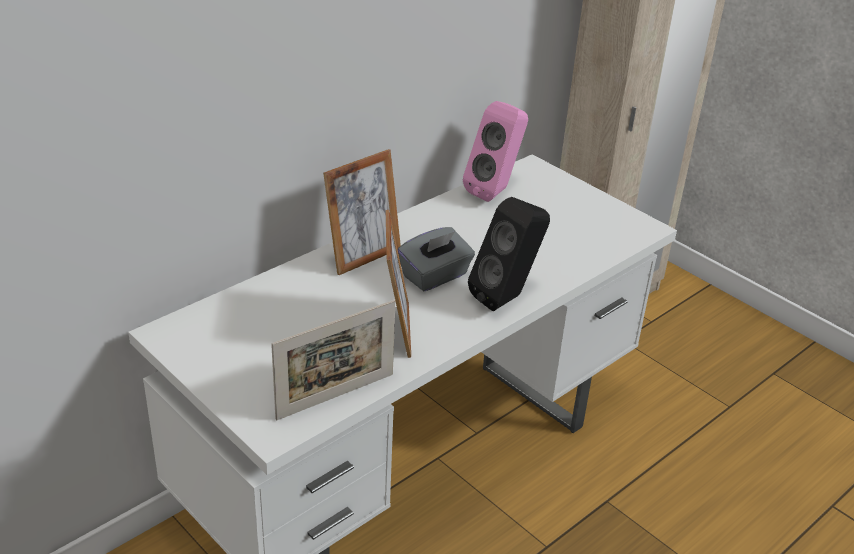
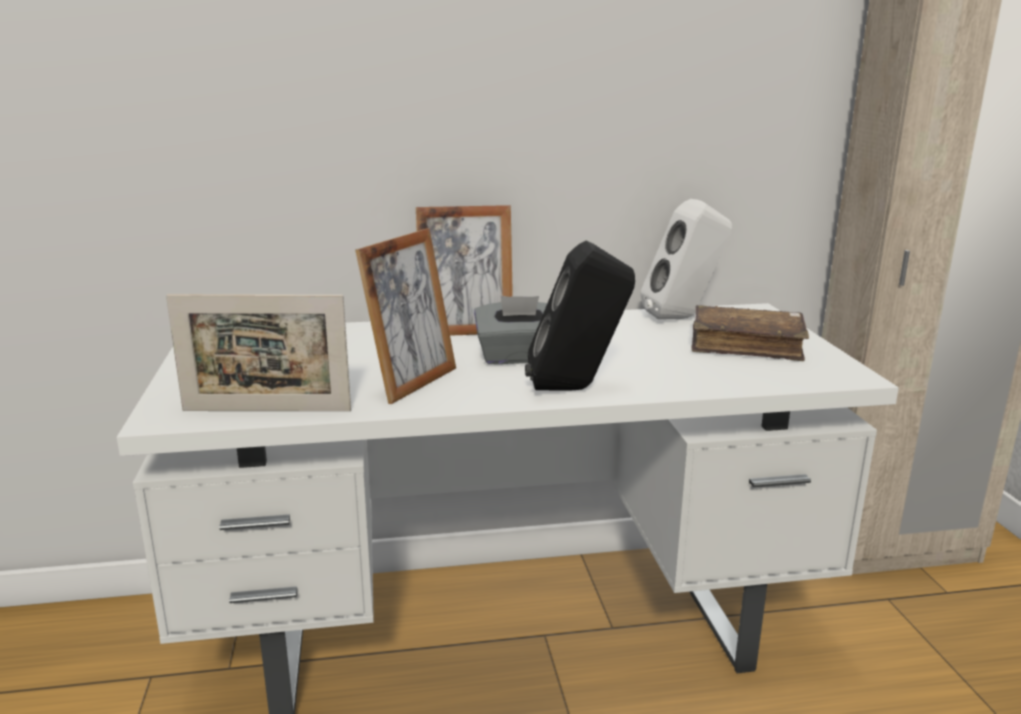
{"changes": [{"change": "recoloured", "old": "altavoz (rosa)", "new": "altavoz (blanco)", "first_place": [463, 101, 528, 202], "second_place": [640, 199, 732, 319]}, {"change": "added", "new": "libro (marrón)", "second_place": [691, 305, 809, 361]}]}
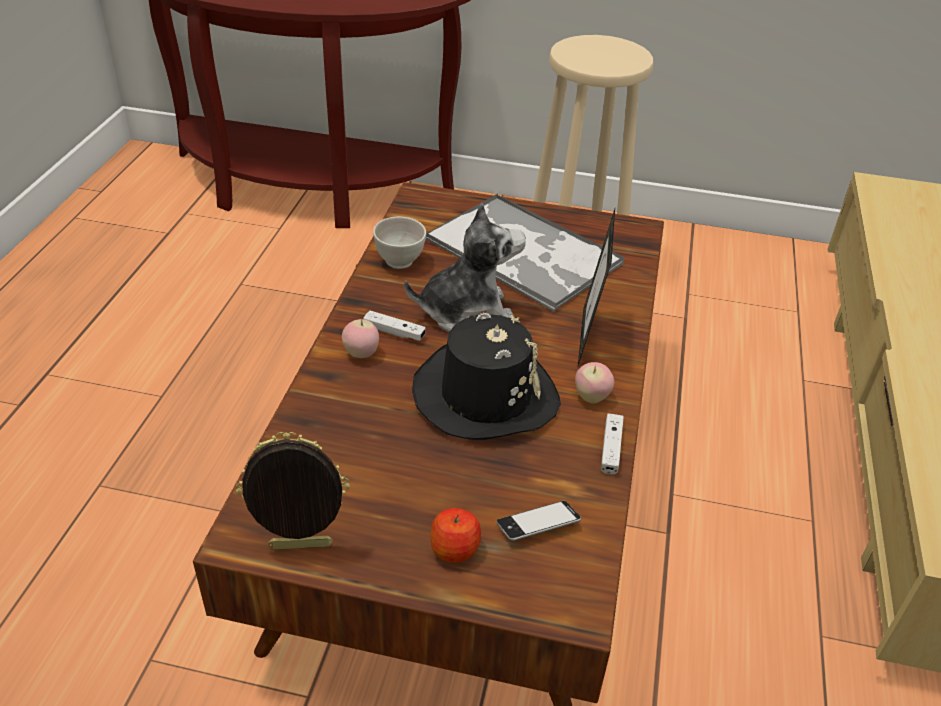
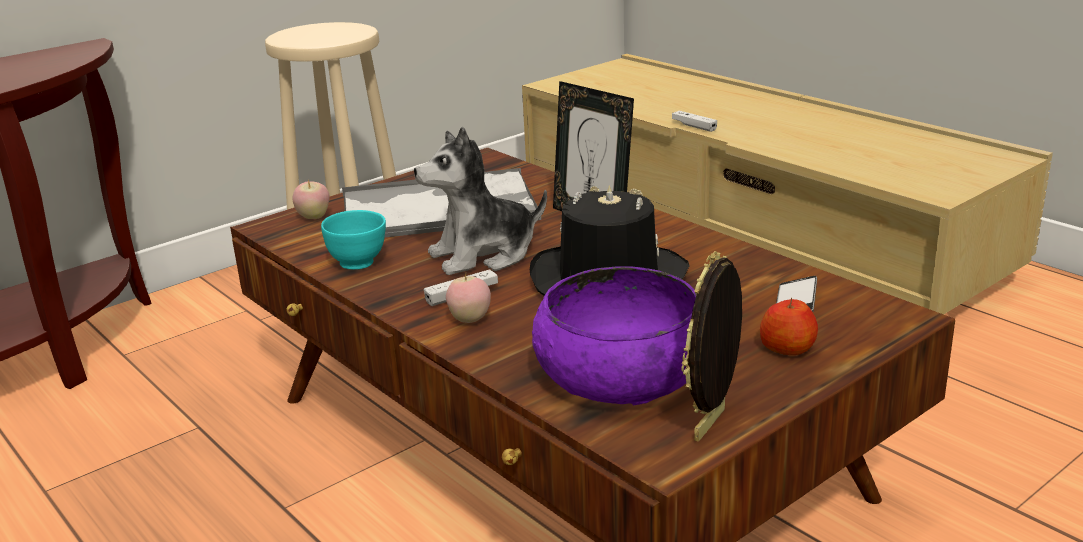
{"changes": [{"change": "turned", "old": "peluche", "first_place": [404, 203, 526, 332], "second_place": [414, 127, 547, 275], "degrees": -135}, {"change": "recoloured", "old": "cuenco (blanco)", "new": "cuenco (turquesa)", "first_place": [373, 217, 426, 269], "second_place": [321, 210, 386, 269]}, {"change": "moved", "old": "manzana", "first_place": [575, 362, 614, 403], "second_place": [292, 180, 330, 219]}, {"change": "moved", "old": "mando de consola (blanco)", "first_place": [601, 413, 624, 474], "second_place": [672, 111, 717, 132]}, {"change": "added", "new": "cuenco (morado)", "second_place": [532, 266, 697, 405]}]}
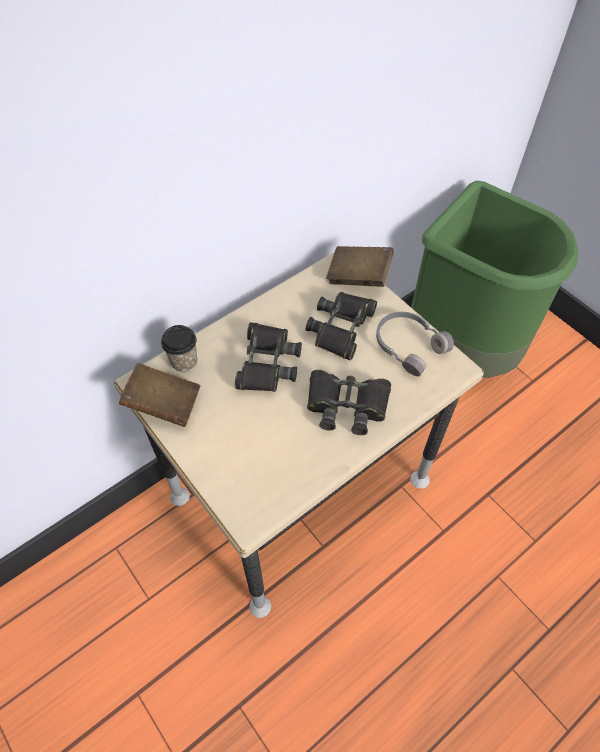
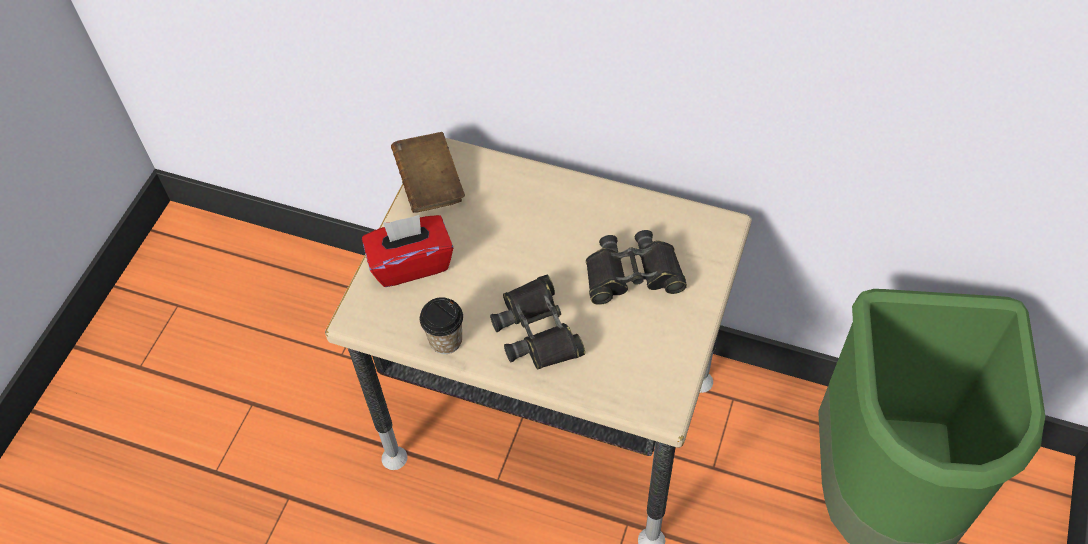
{"changes": [{"change": "removed", "old": "libro (marrón)", "first_place": [326, 246, 394, 287]}, {"change": "removed", "old": "auriculares (gris)", "first_place": [376, 312, 454, 376]}, {"change": "removed", "old": "prismáticos (negro)", "first_place": [235, 322, 302, 392]}, {"change": "moved", "old": "taza", "first_place": [161, 325, 197, 372], "second_place": [420, 297, 463, 354]}, {"change": "added", "new": "caja de pañuelos (rojo)", "second_place": [362, 215, 453, 287]}]}
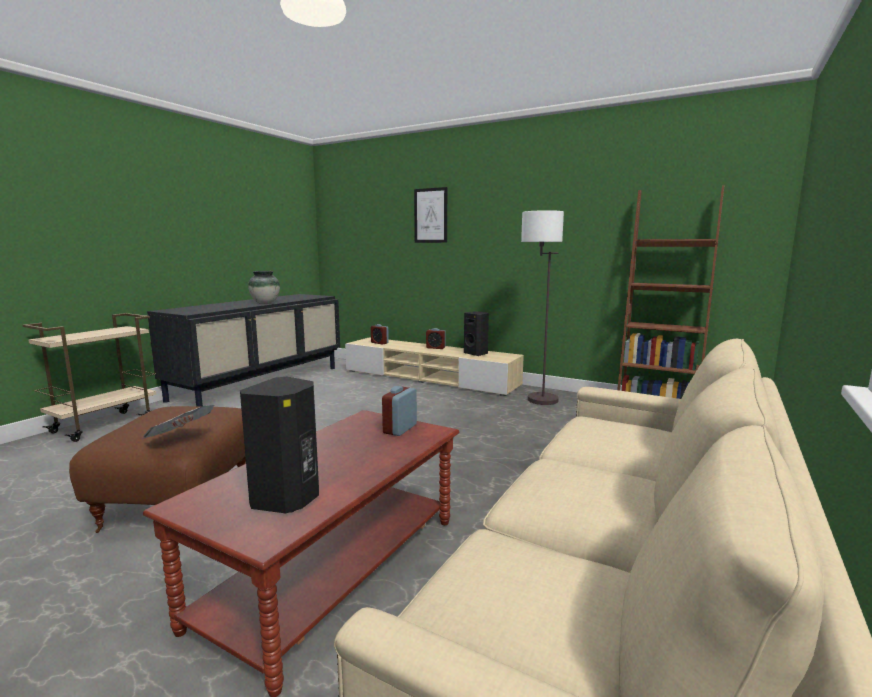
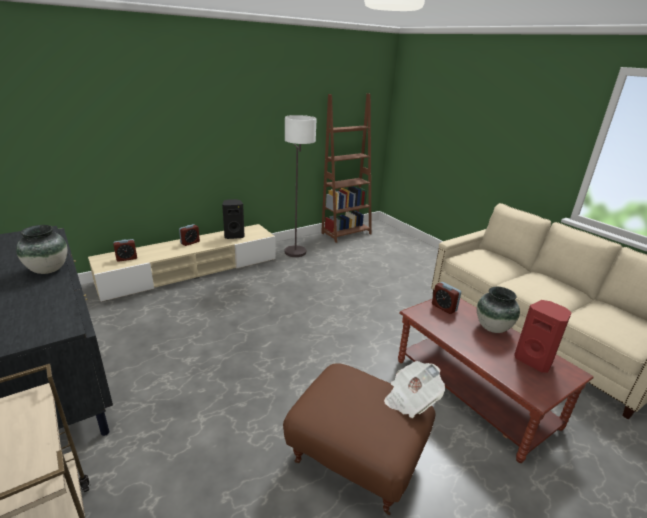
{"changes": [{"change": "removed", "old": "cuadro", "first_place": [414, 187, 447, 243]}, {"change": "recoloured", "old": "altavoz (negro)", "new": "altavoz (rojo)", "first_place": [240, 377, 319, 514], "second_place": [514, 300, 572, 373]}, {"change": "added", "new": "florero", "second_place": [477, 287, 520, 333]}]}
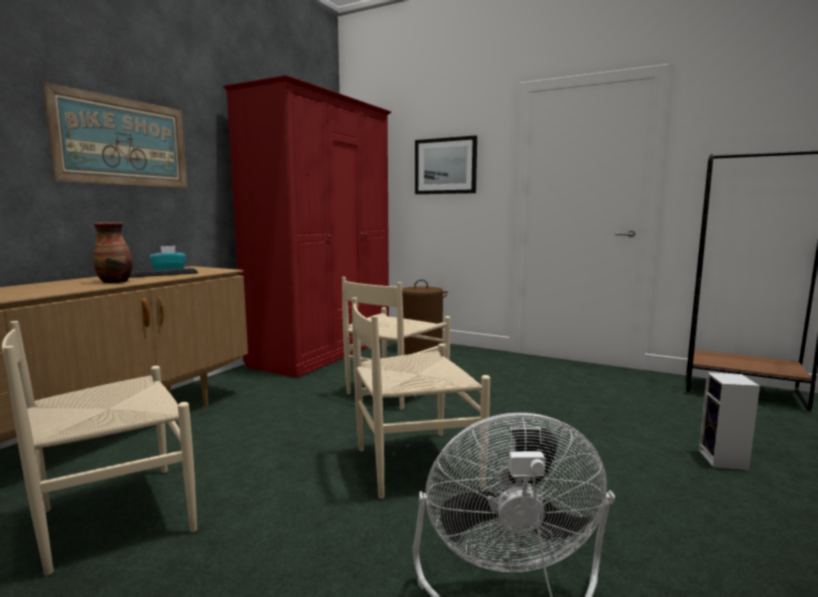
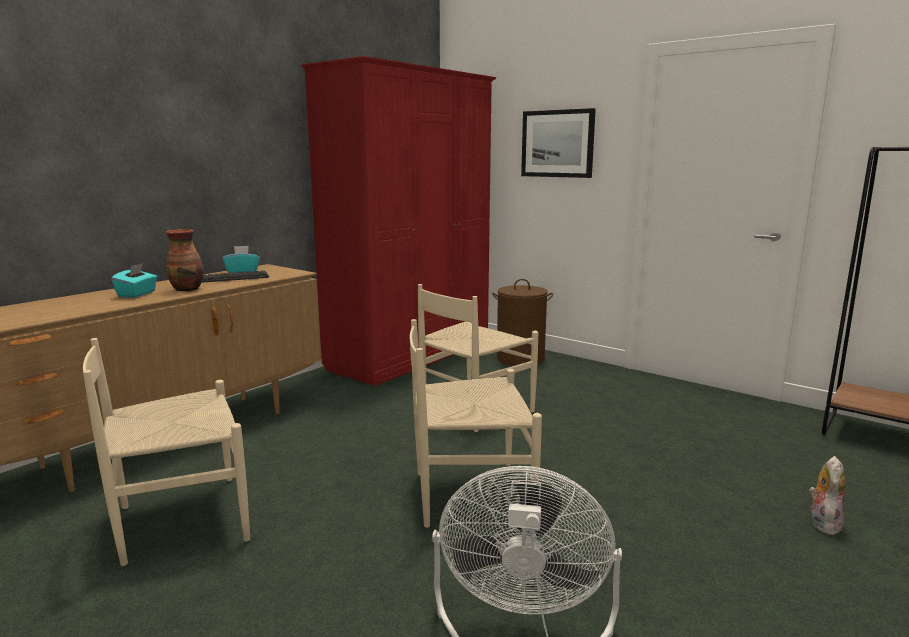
{"changes": [{"change": "removed", "old": "cuadro", "first_place": [42, 82, 187, 188]}, {"change": "replaced", "old": "altavoz", "new": "peluche", "first_place": [699, 372, 760, 470], "second_place": [809, 456, 845, 535]}, {"change": "added", "new": "caja de pañuelos (turquesa)", "second_place": [111, 263, 157, 298]}]}
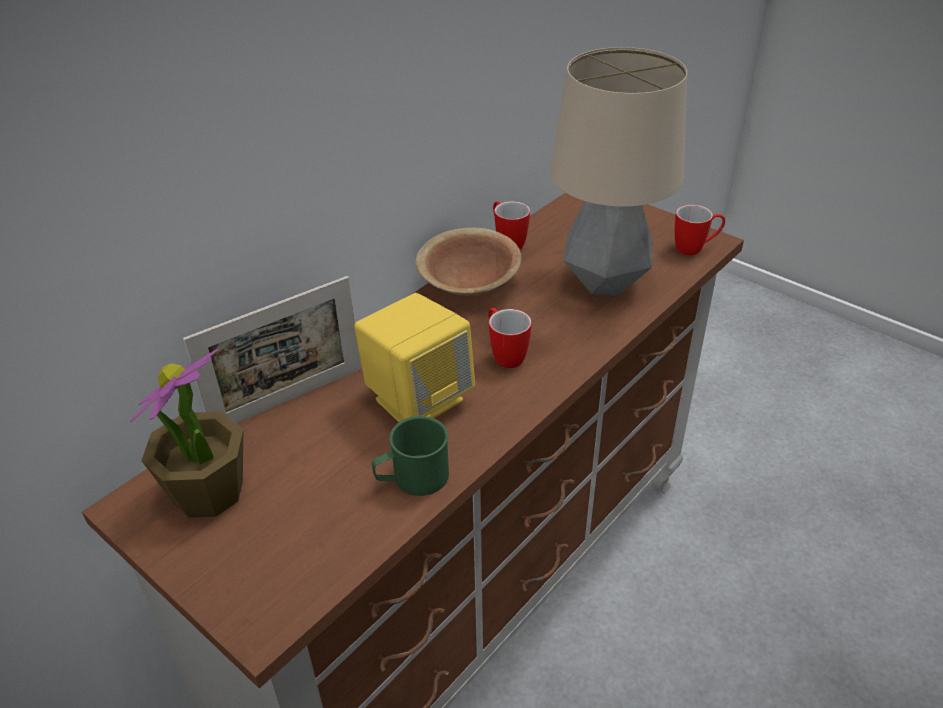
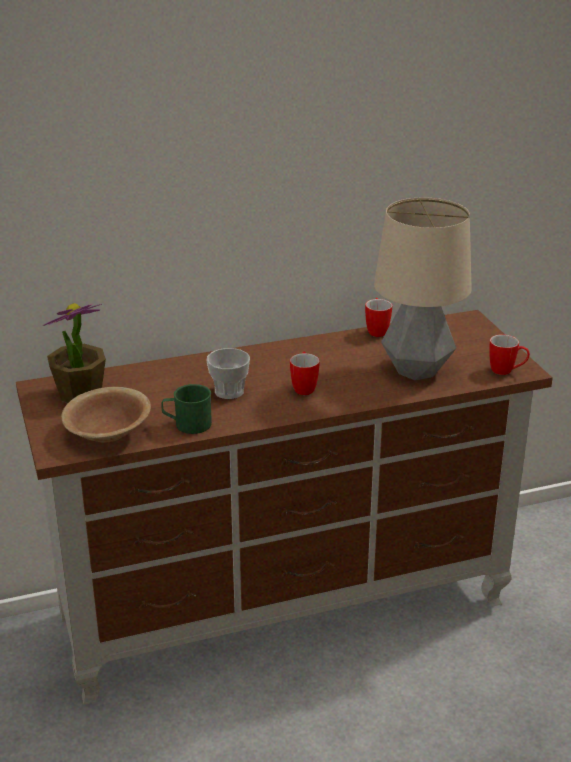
{"changes": [{"change": "moved", "old": "cuenco (marrón)", "first_place": [416, 227, 522, 296], "second_place": [61, 387, 151, 443]}, {"change": "removed", "old": "portarretratos", "first_place": [183, 276, 361, 423]}, {"change": "replaced", "old": "altavoz (amarillo)", "new": "taza", "first_place": [354, 293, 475, 422], "second_place": [206, 348, 250, 399]}]}
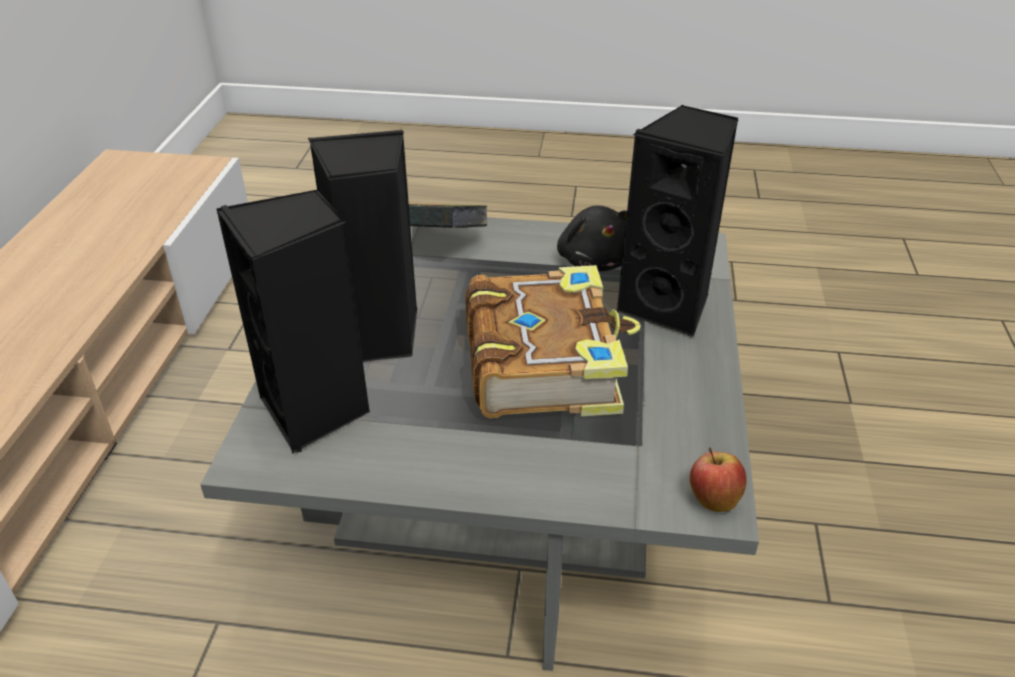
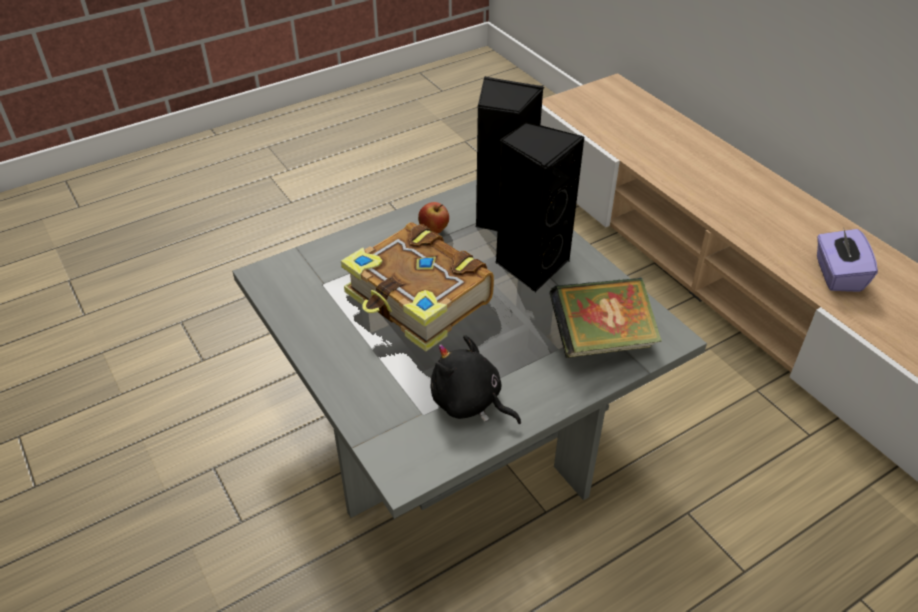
{"changes": [{"change": "removed", "old": "altavoz (negro)", "first_place": [617, 105, 738, 338]}, {"change": "moved", "old": "manzana", "first_place": [690, 447, 747, 512], "second_place": [418, 202, 449, 234]}, {"change": "added", "new": "caja de pañuelos (morado)", "second_place": [817, 229, 878, 292]}]}
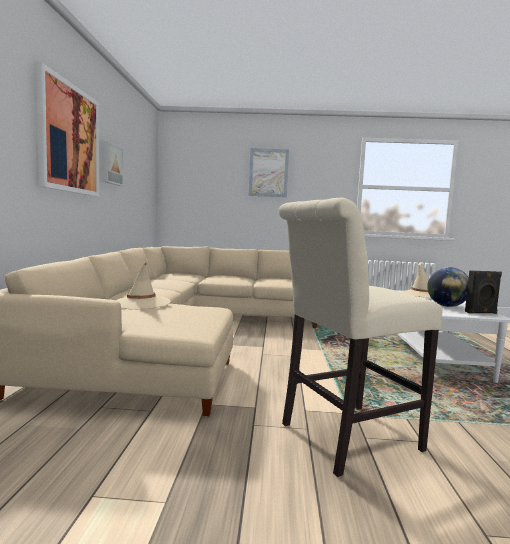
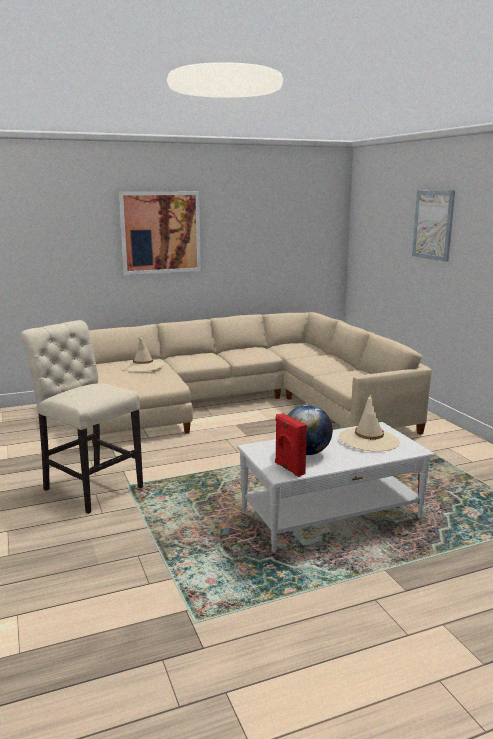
{"changes": [{"change": "removed", "old": "cuadro", "first_place": [103, 141, 124, 186]}, {"change": "recoloured", "old": "altavoz (negro)", "new": "altavoz (rojo)", "first_place": [465, 271, 502, 314], "second_place": [275, 413, 307, 477]}]}
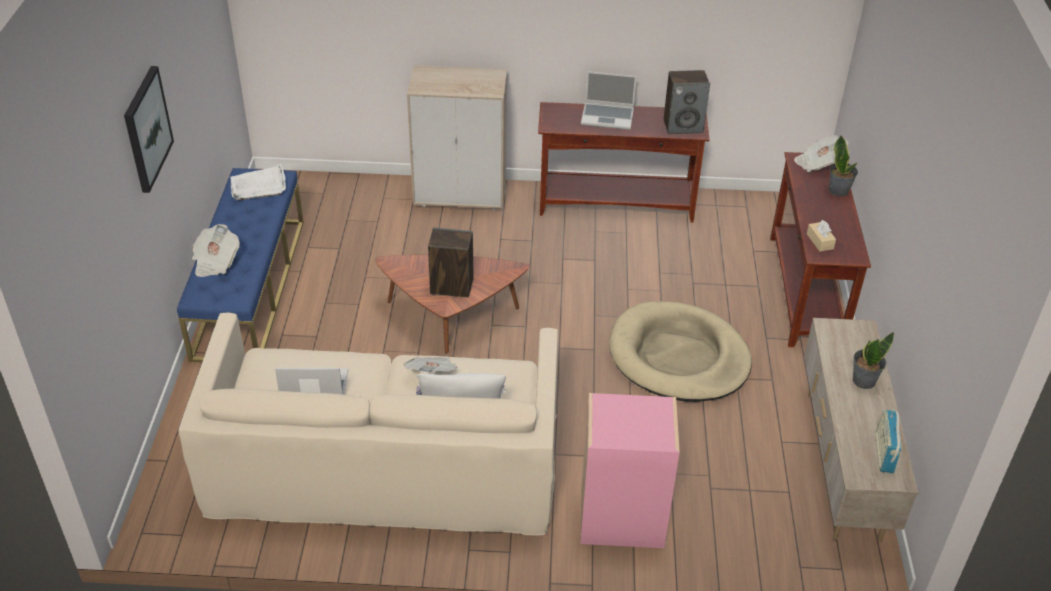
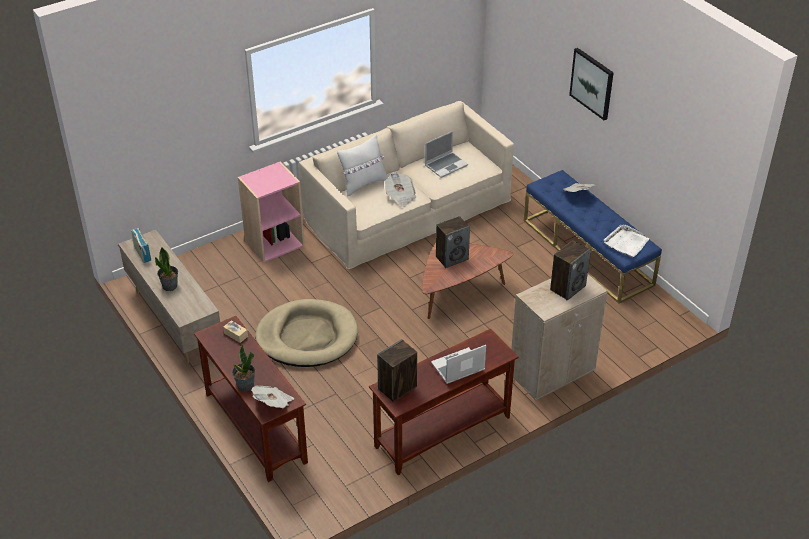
{"changes": [{"change": "added", "new": "altavoz", "second_place": [550, 240, 591, 300]}]}
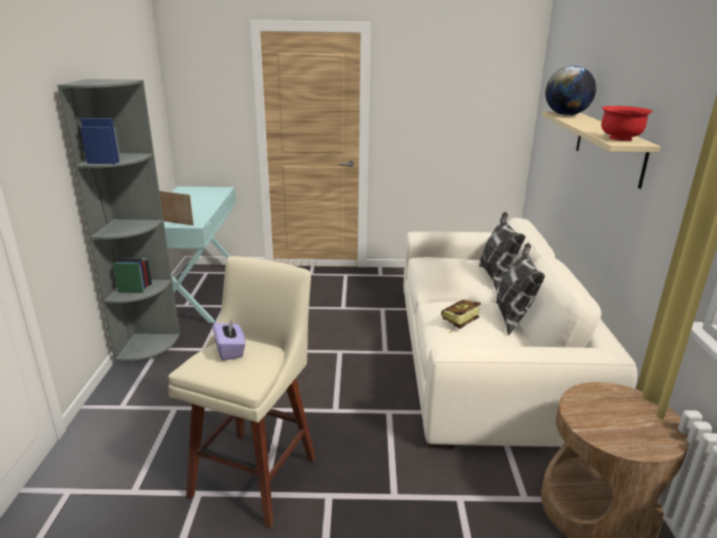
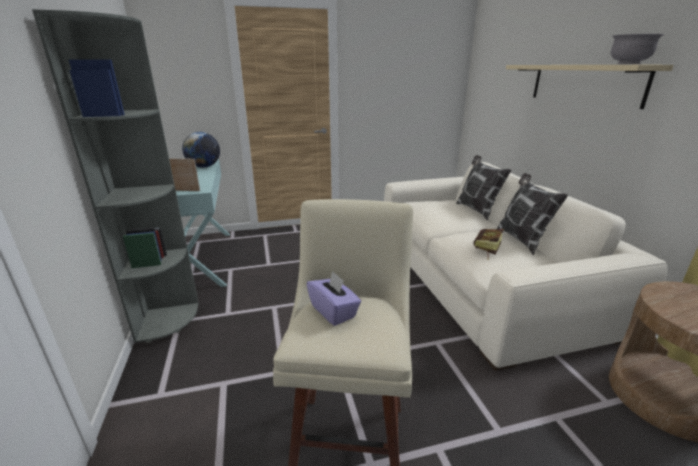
{"changes": [{"change": "moved", "old": "globo terráqueo", "first_place": [545, 66, 596, 116], "second_place": [182, 132, 220, 168]}, {"change": "recoloured", "old": "cuenco (rojo)", "new": "cuenco (gris)", "first_place": [601, 106, 653, 141], "second_place": [611, 34, 664, 64]}]}
